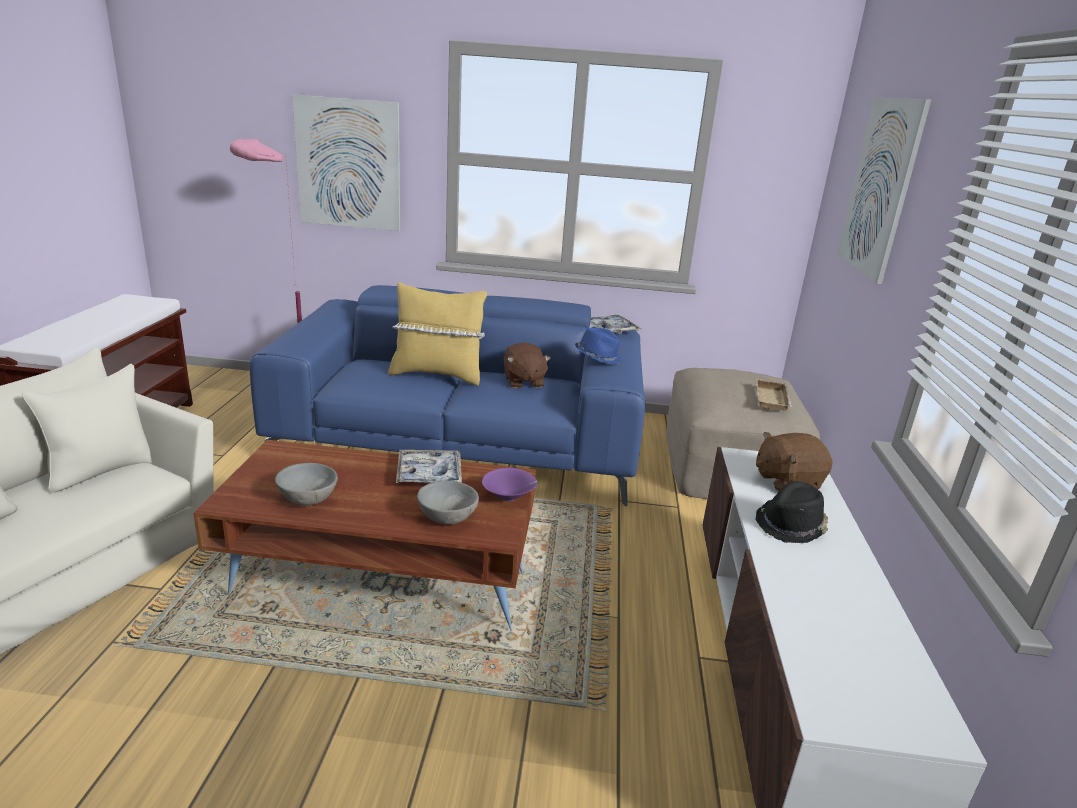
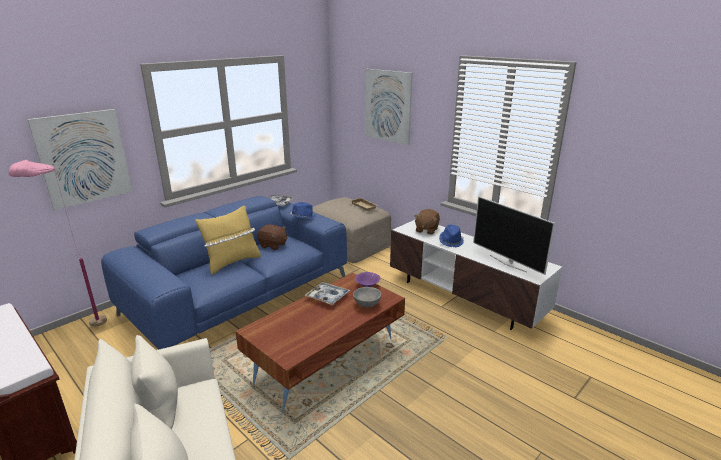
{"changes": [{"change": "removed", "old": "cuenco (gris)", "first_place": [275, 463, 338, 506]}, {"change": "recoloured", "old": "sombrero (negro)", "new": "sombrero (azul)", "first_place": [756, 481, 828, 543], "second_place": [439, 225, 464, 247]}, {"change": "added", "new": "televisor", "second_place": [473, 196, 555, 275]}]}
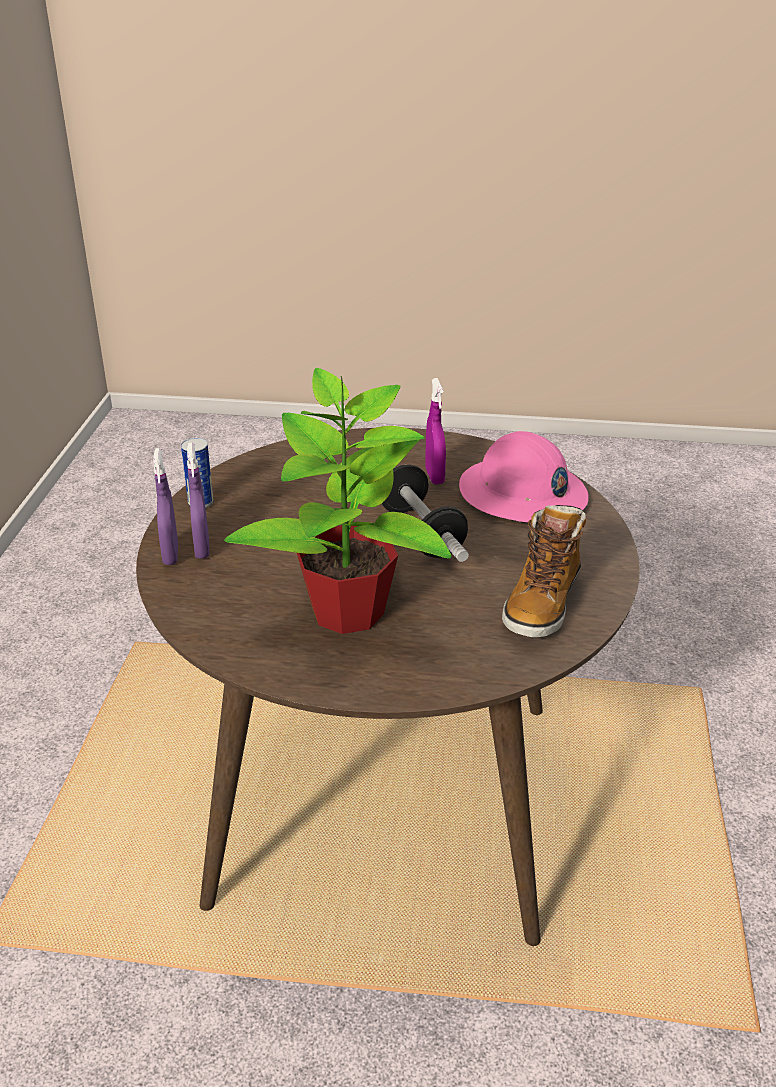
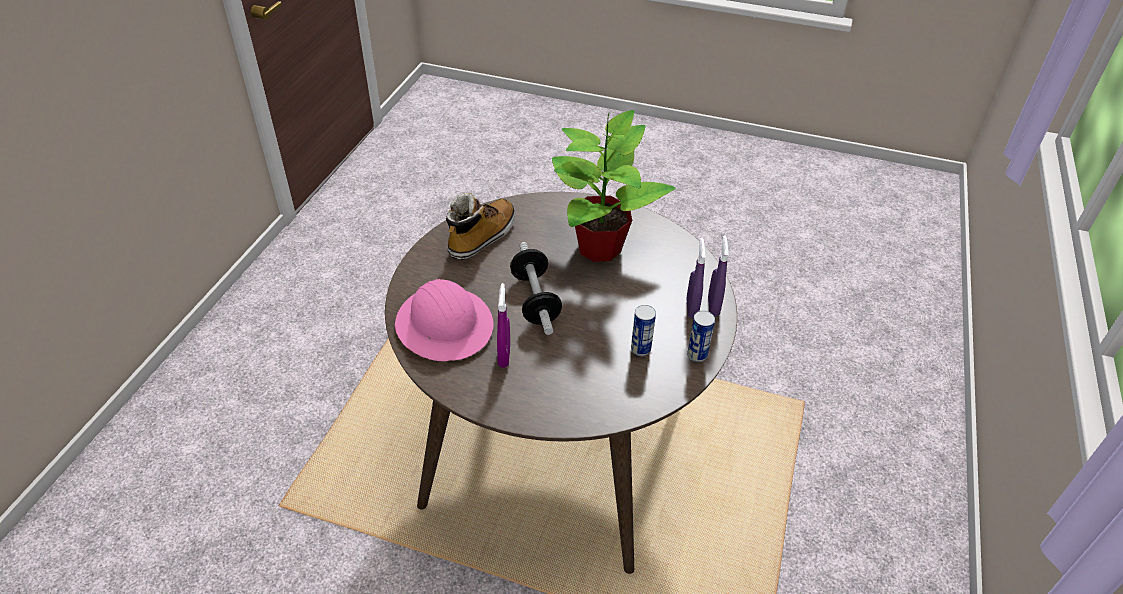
{"changes": [{"change": "added", "new": "lata", "second_place": [631, 305, 656, 356]}]}
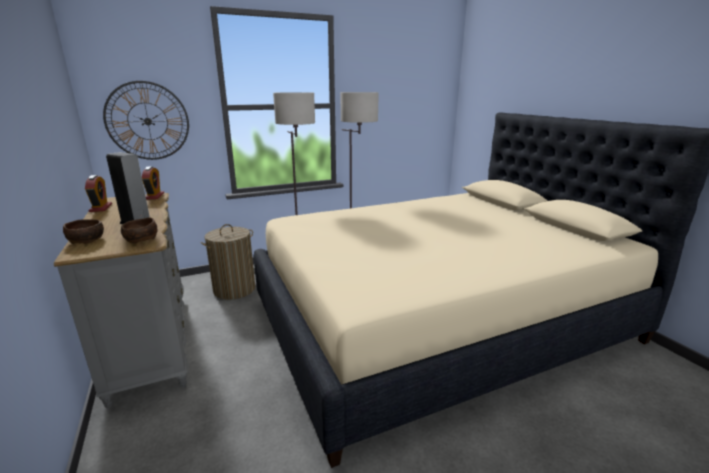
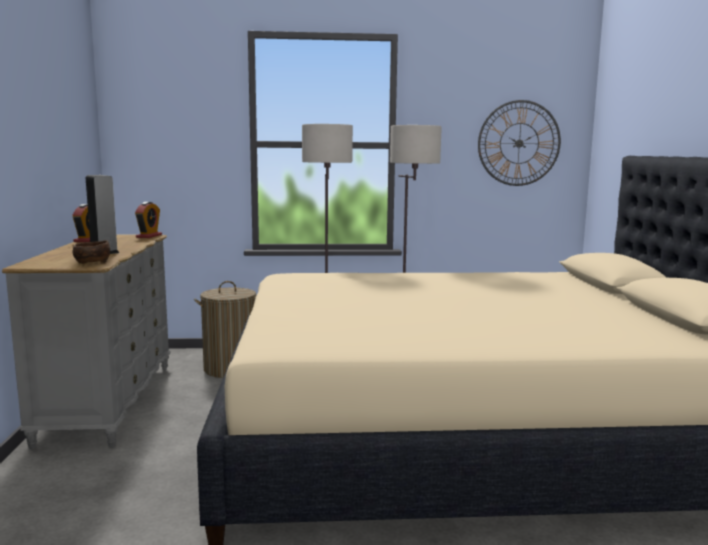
{"changes": [{"change": "moved", "old": "reloj de pared", "first_place": [103, 81, 189, 160], "second_place": [478, 100, 561, 186]}, {"change": "removed", "old": "cuenco (marrón)", "first_place": [63, 219, 104, 244]}]}
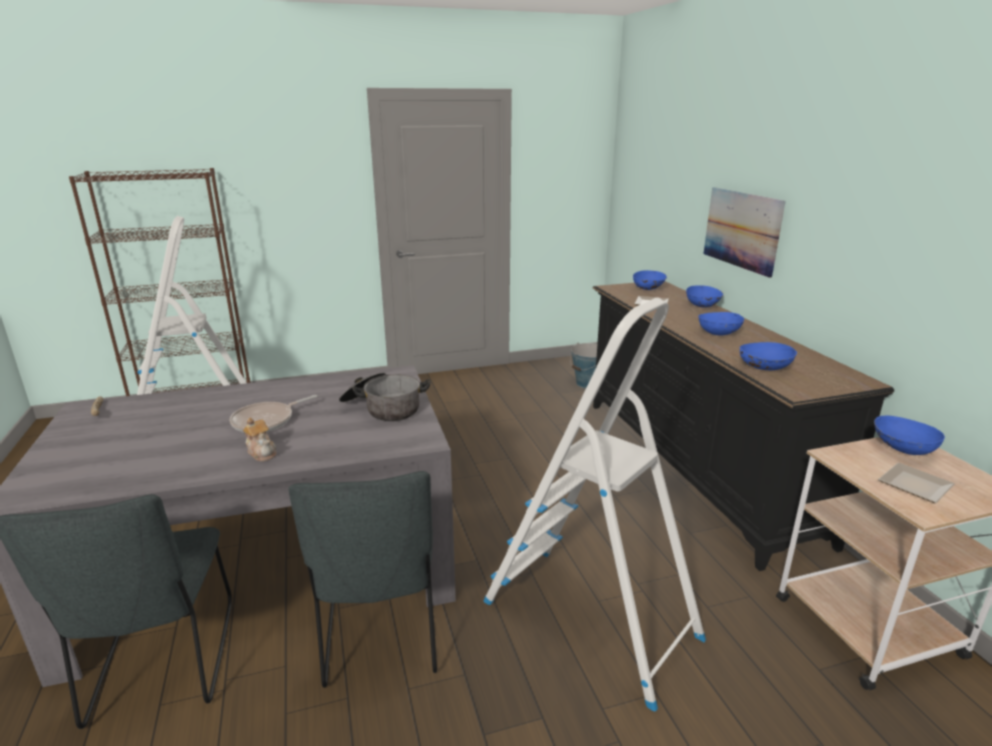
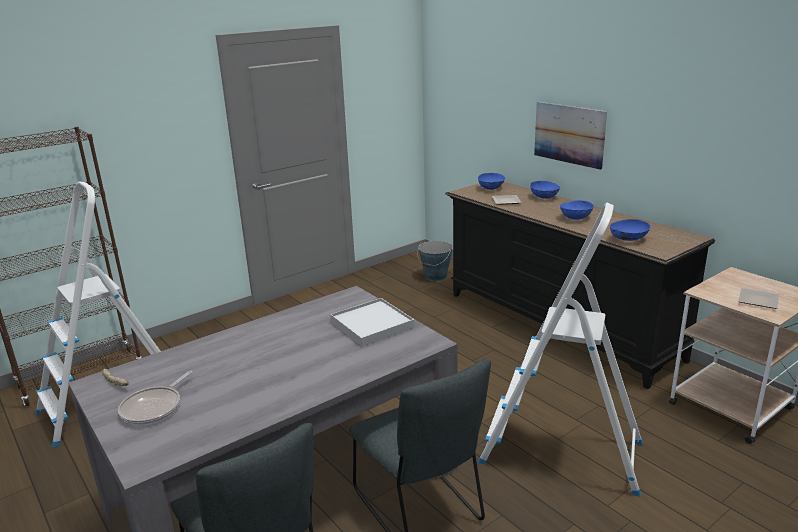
{"changes": [{"change": "replaced", "old": "olla", "new": "bandeja (blanco)", "first_place": [339, 373, 431, 421], "second_place": [330, 298, 415, 347]}, {"change": "moved", "old": "sartén", "first_place": [229, 395, 317, 433], "second_place": [118, 371, 193, 425]}, {"change": "removed", "old": "cuenco (azul)", "first_place": [874, 415, 945, 455]}, {"change": "removed", "old": "tetera", "first_place": [243, 418, 276, 462]}]}
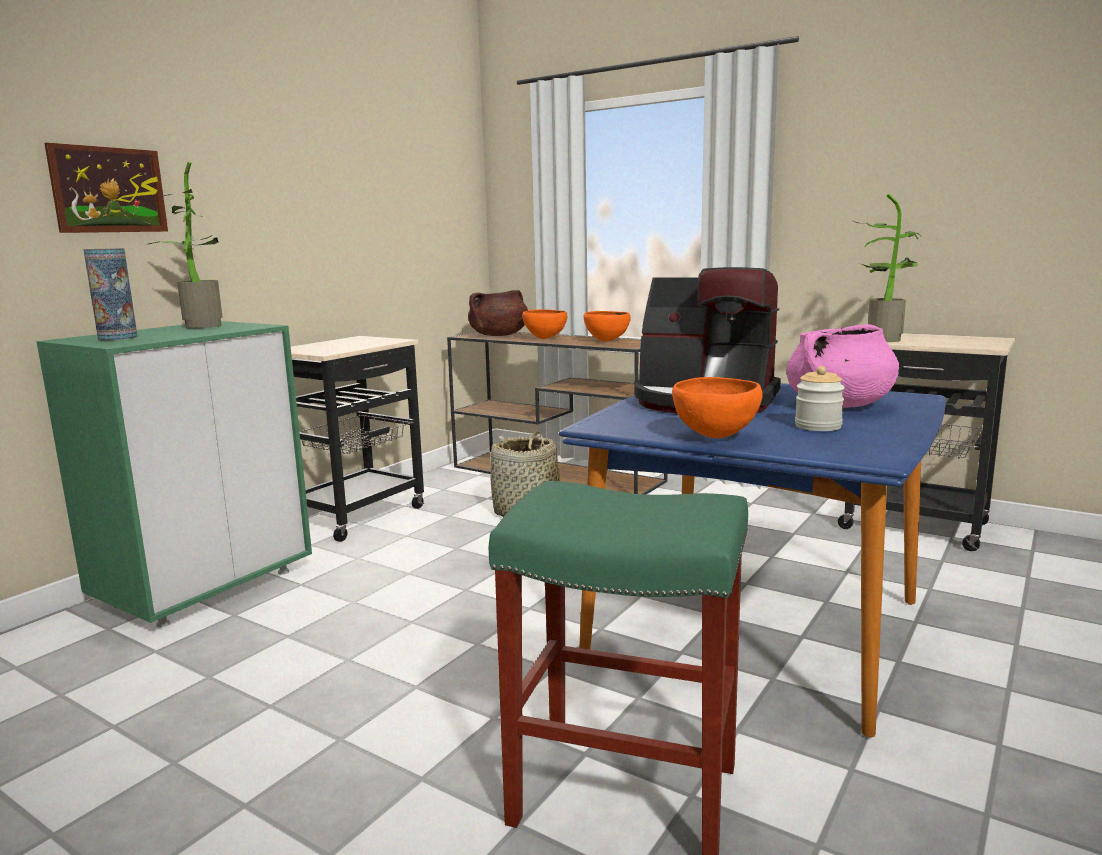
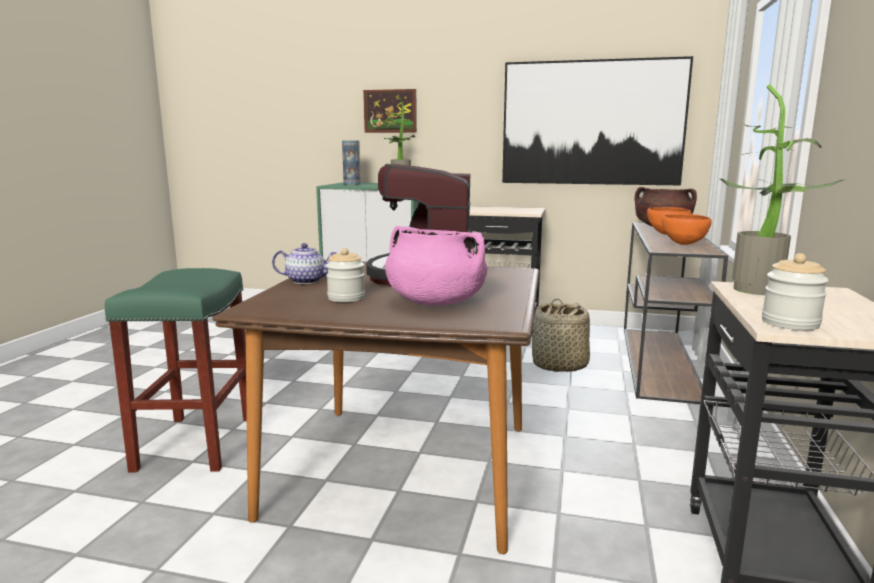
{"changes": [{"change": "replaced", "old": "cuenco (naranja)", "new": "tetera", "first_place": [672, 377, 763, 438], "second_place": [272, 243, 336, 284]}, {"change": "recoloured", "old": "mesa de comedor (azul)", "new": "mesa de comedor (marrón)", "first_place": [559, 383, 946, 738], "second_place": [212, 262, 539, 554]}, {"change": "added", "new": "cuadro", "second_place": [502, 56, 693, 185]}, {"change": "added", "new": "tarro", "second_place": [762, 253, 829, 330]}]}
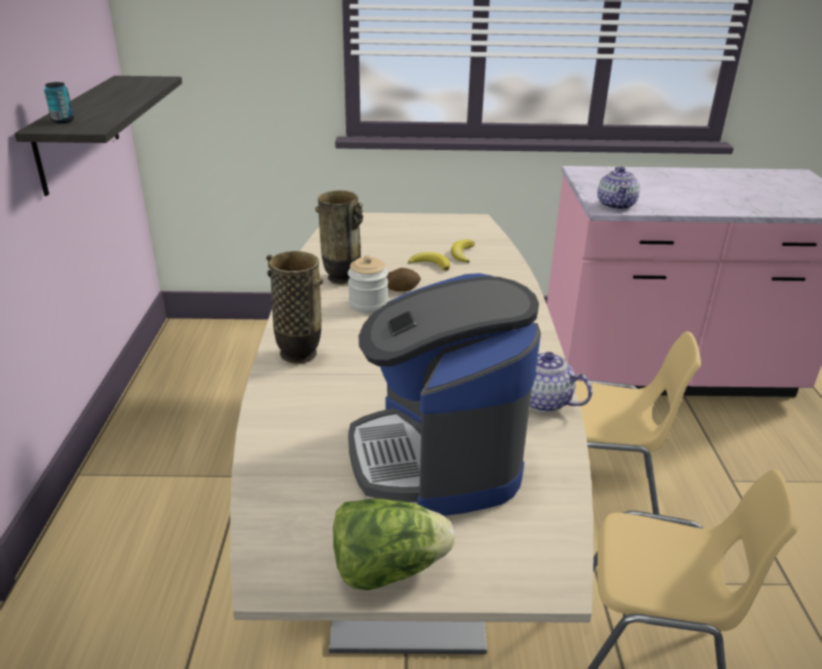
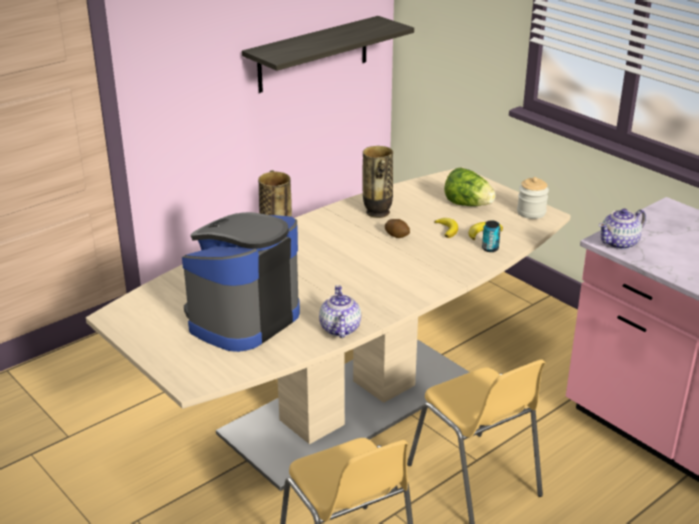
{"changes": [{"change": "moved", "old": "lata", "first_place": [44, 82, 74, 123], "second_place": [482, 221, 501, 252]}, {"change": "moved", "old": "tarro", "first_place": [348, 255, 388, 313], "second_place": [517, 177, 549, 219]}, {"change": "moved", "old": "lechuga", "first_place": [333, 498, 455, 590], "second_place": [444, 167, 496, 206]}]}
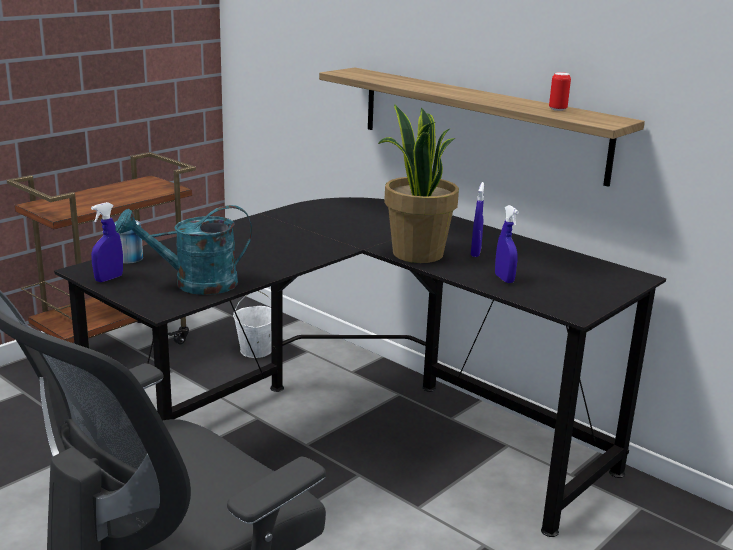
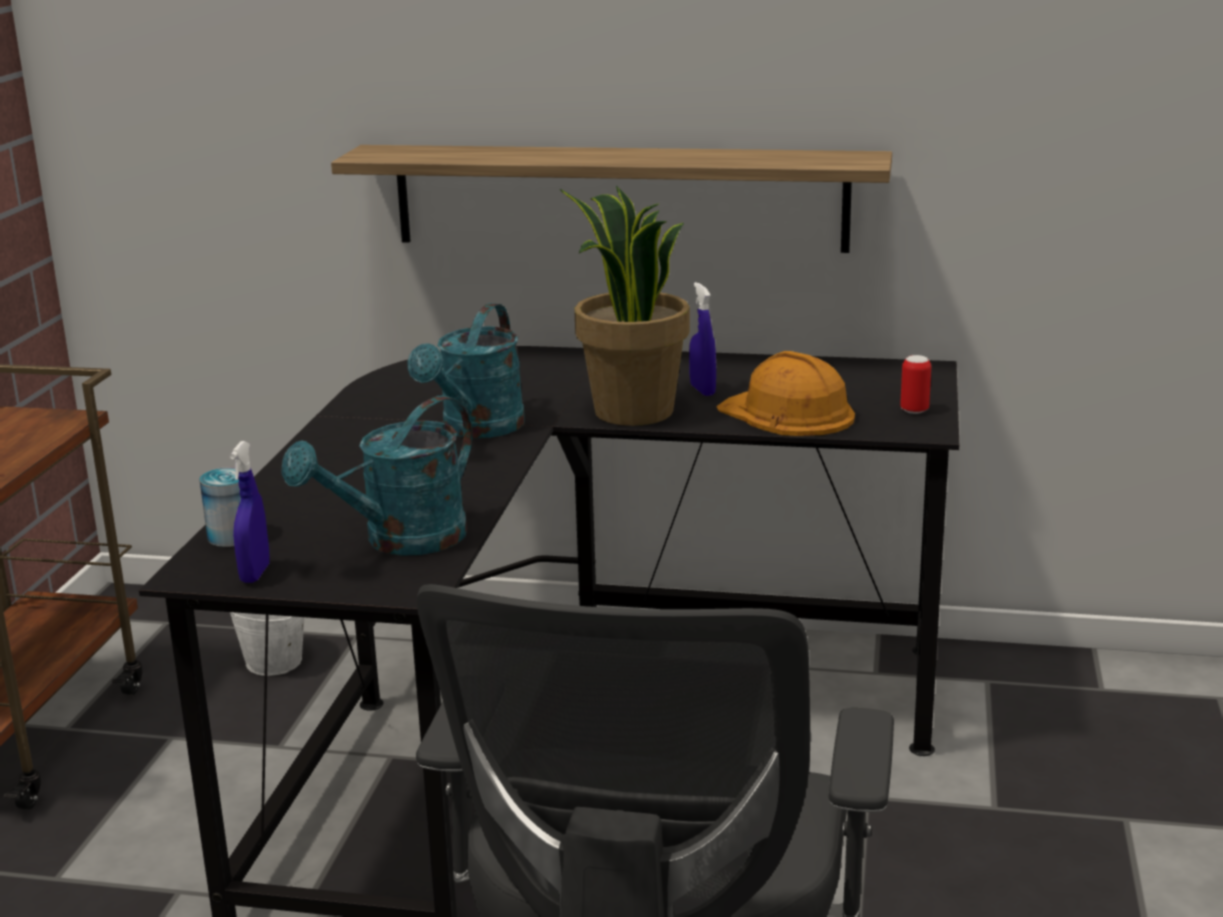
{"changes": [{"change": "moved", "old": "lata", "first_place": [549, 72, 571, 111], "second_place": [900, 355, 931, 414]}, {"change": "replaced", "old": "pulverizador (azul)", "new": "casco (naranja)", "first_place": [495, 205, 519, 283], "second_place": [717, 351, 855, 436]}, {"change": "added", "new": "regadera (turquesa)", "second_place": [407, 303, 525, 438]}]}
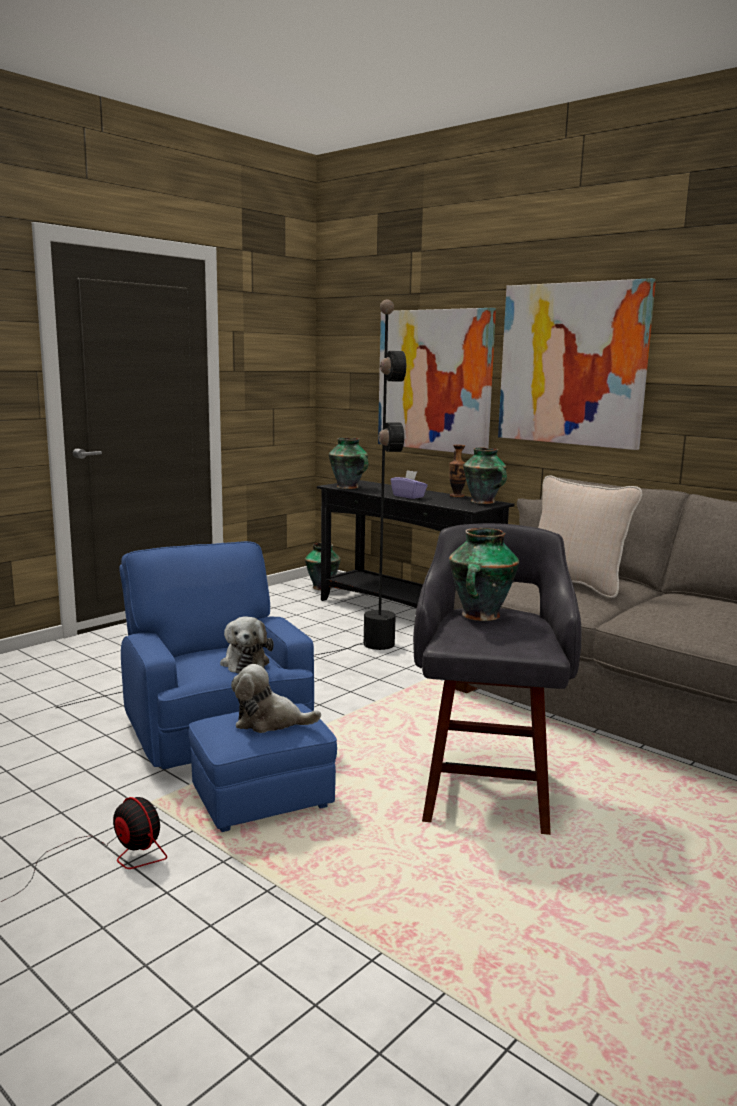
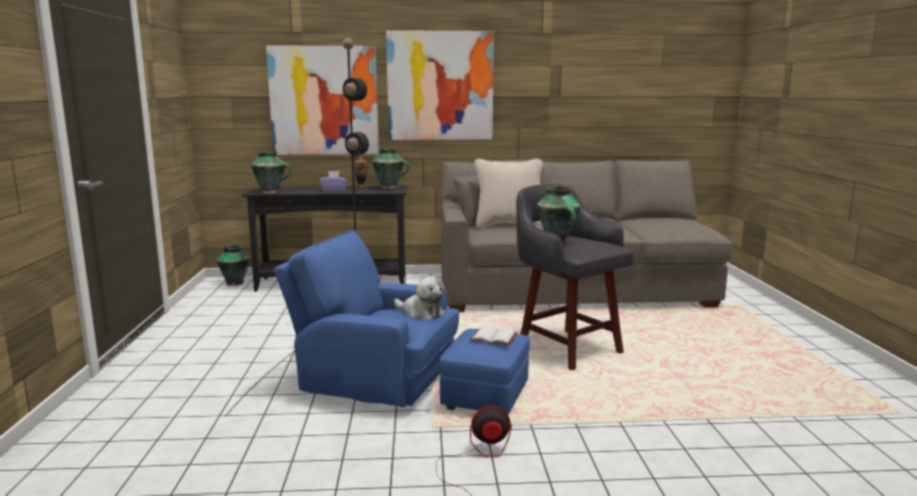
{"changes": [{"change": "replaced", "old": "peluche", "new": "libro (blanco)", "first_place": [231, 664, 321, 733], "second_place": [470, 326, 517, 345]}]}
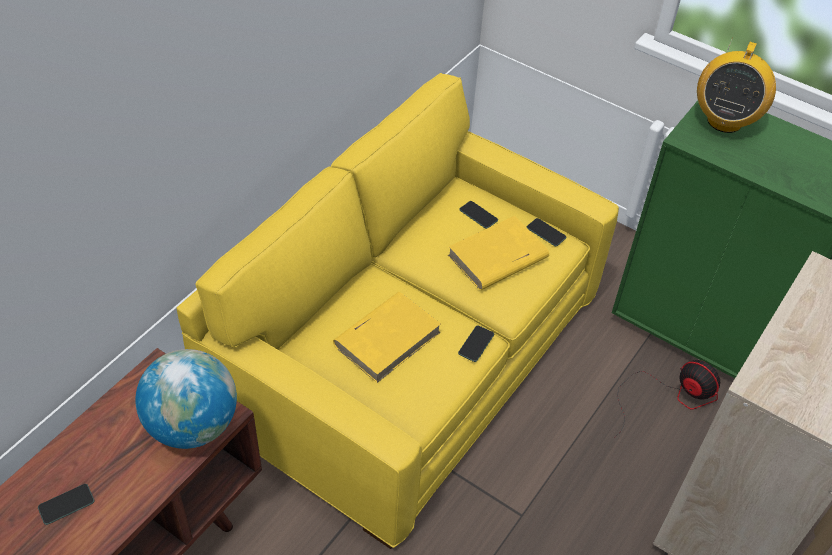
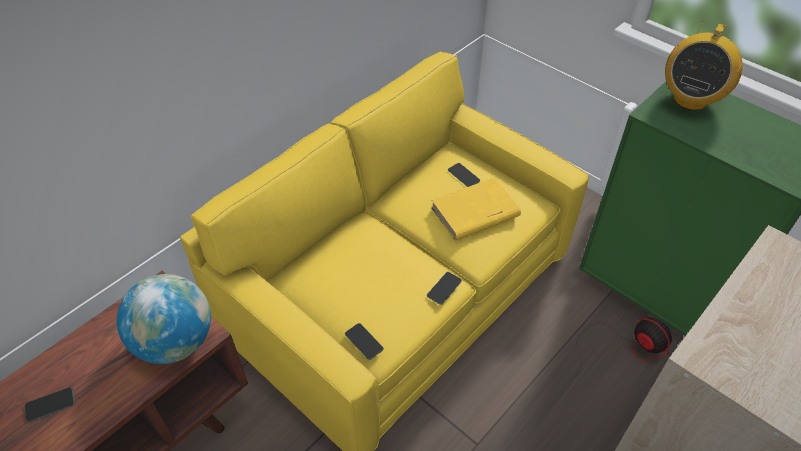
{"changes": [{"change": "moved", "old": "móvil", "first_place": [527, 218, 567, 247], "second_place": [345, 323, 384, 360]}, {"change": "removed", "old": "libro (amarillo)", "first_place": [333, 292, 441, 383]}]}
